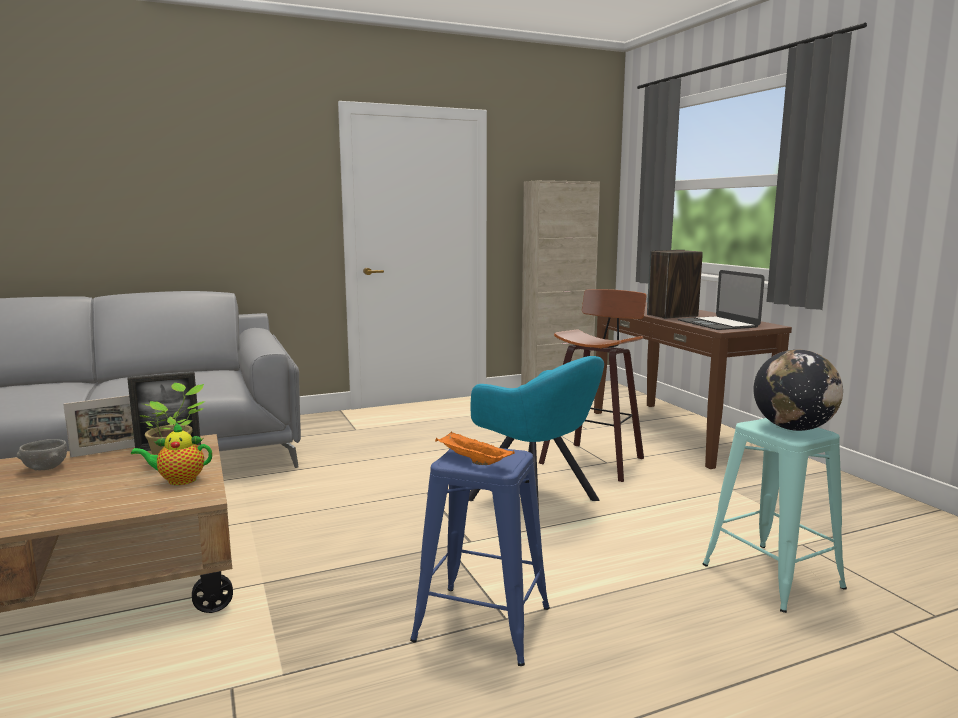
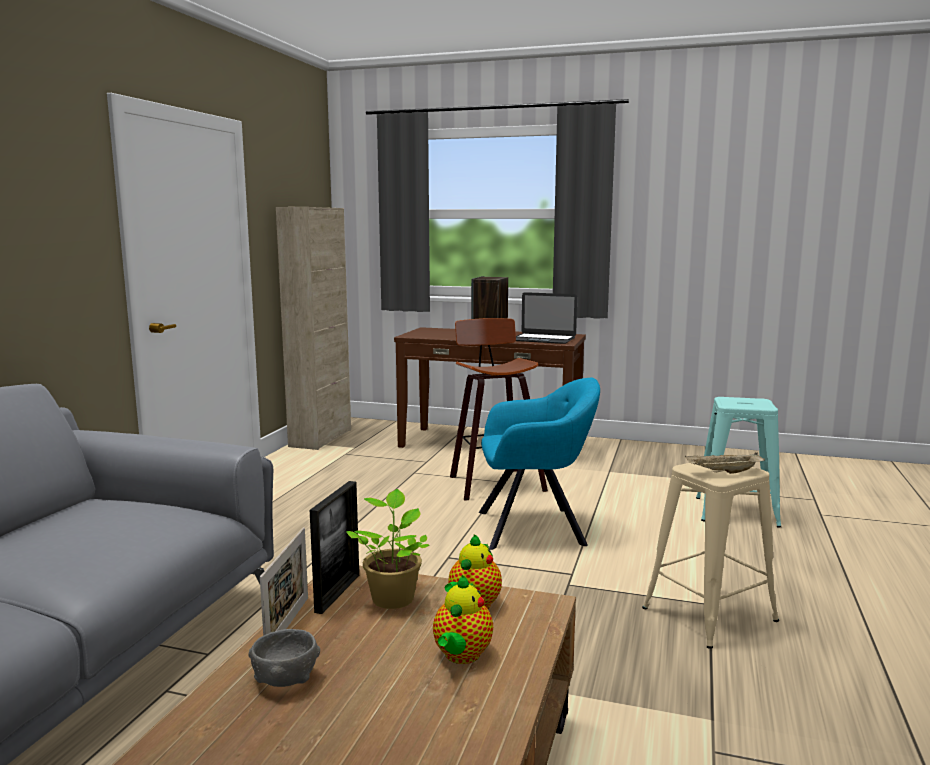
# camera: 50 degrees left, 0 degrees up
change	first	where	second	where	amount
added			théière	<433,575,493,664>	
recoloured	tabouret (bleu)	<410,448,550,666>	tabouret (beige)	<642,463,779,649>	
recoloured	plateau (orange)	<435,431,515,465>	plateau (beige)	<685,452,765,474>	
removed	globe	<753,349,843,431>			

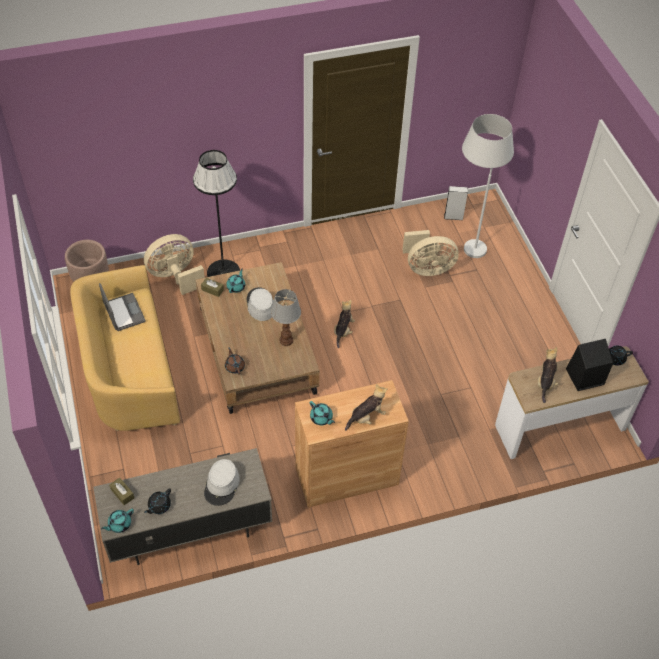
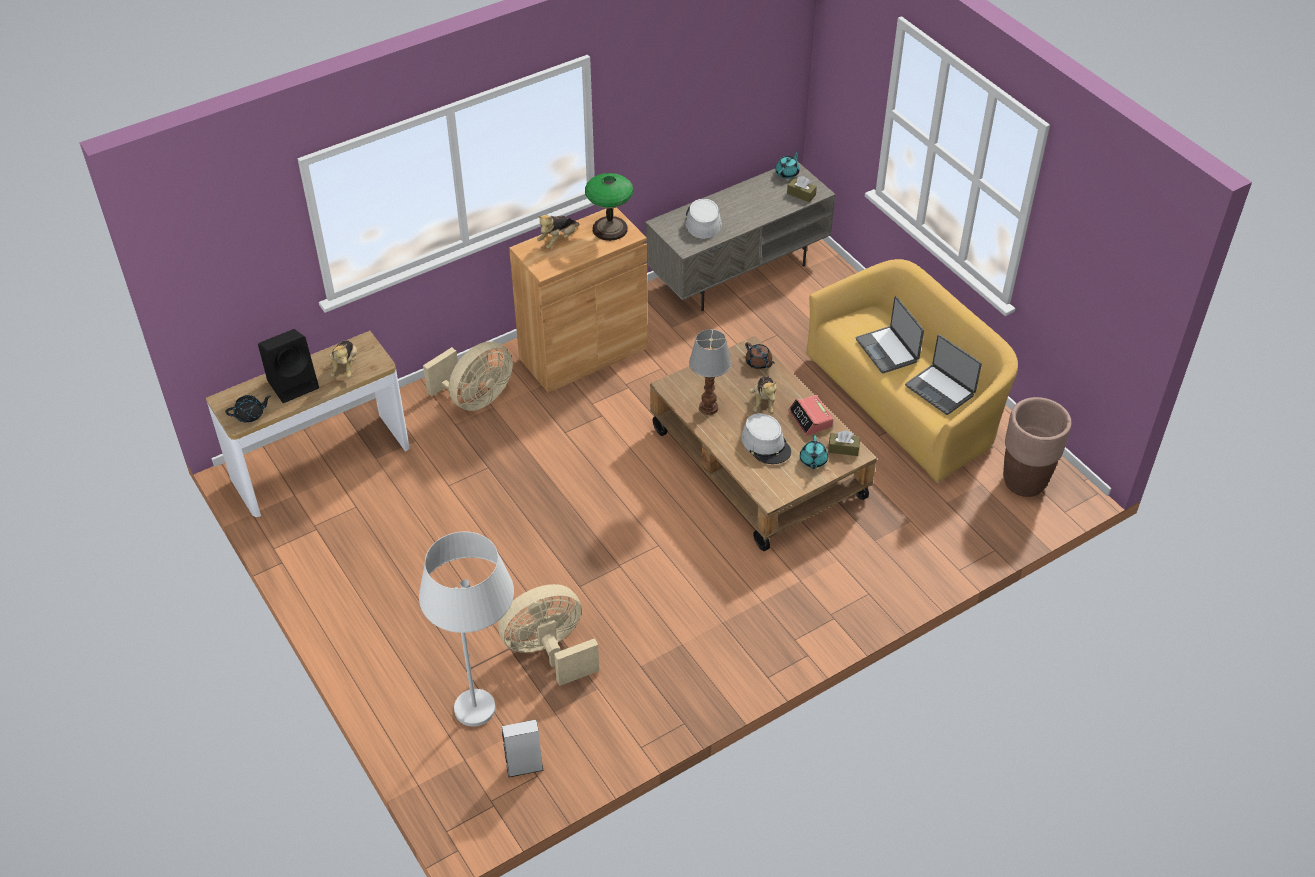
# camera: 165 degrees right, 5 degrees down
change	first	where	second	where	amount
moved	ventilateur (beige)	<144,234,205,295>		<423,342,513,411>	
replaced	théière (turquoise)	<310,401,335,425>	lampe de table	<585,173,633,241>	
moved	peluche	<334,300,355,348>		<749,376,777,414>	
added			réveil	<788,395,833,436>	
added			ordinateur portable	<856,296,924,374>	
removed	théière (noir)	<144,488,171,514>			
removed	lampadaire (noir)	<193,150,240,277>			

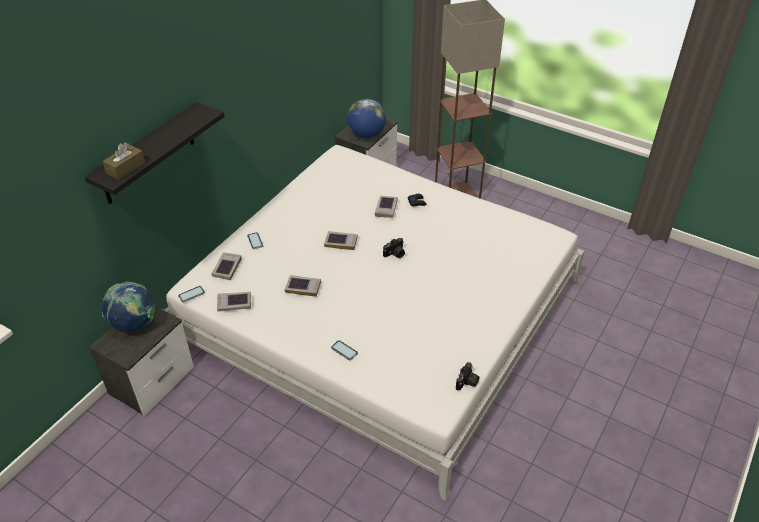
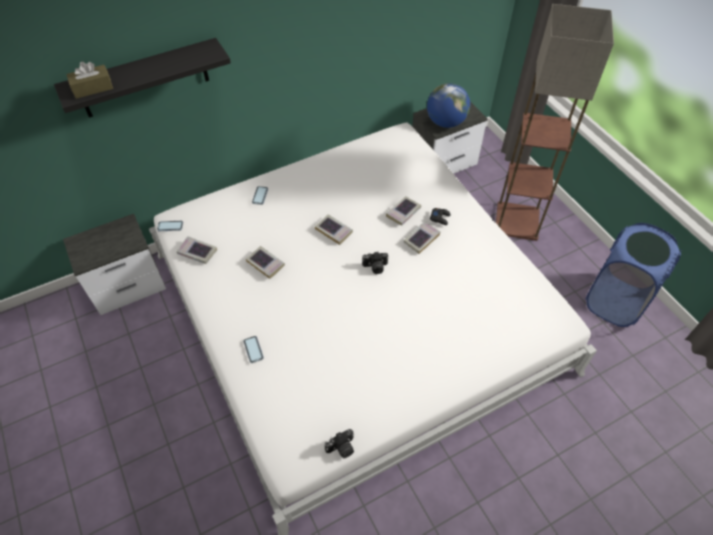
# camera: 30 degrees right, 10 degrees up
change	first	where	second	where	amount
moved	livre	<212,253,242,280>		<403,222,440,254>	
added			panier à linge (bleu)	<585,223,681,327>	
removed	globe	<102,281,155,332>			

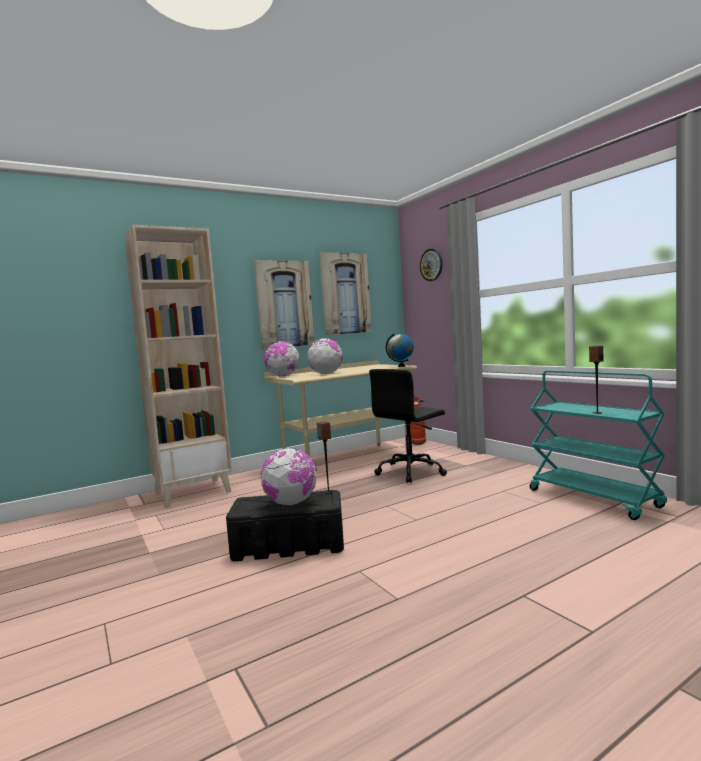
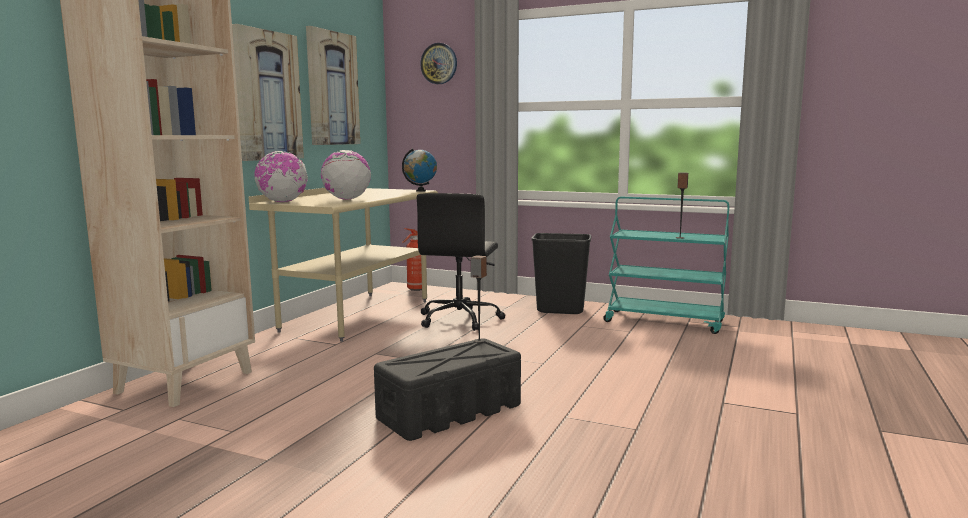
# camera: 35 degrees left, 5 degrees up
change	first	where	second	where	amount
added			poubelle (noir)	<531,233,591,314>	
removed	globe	<260,448,317,505>			

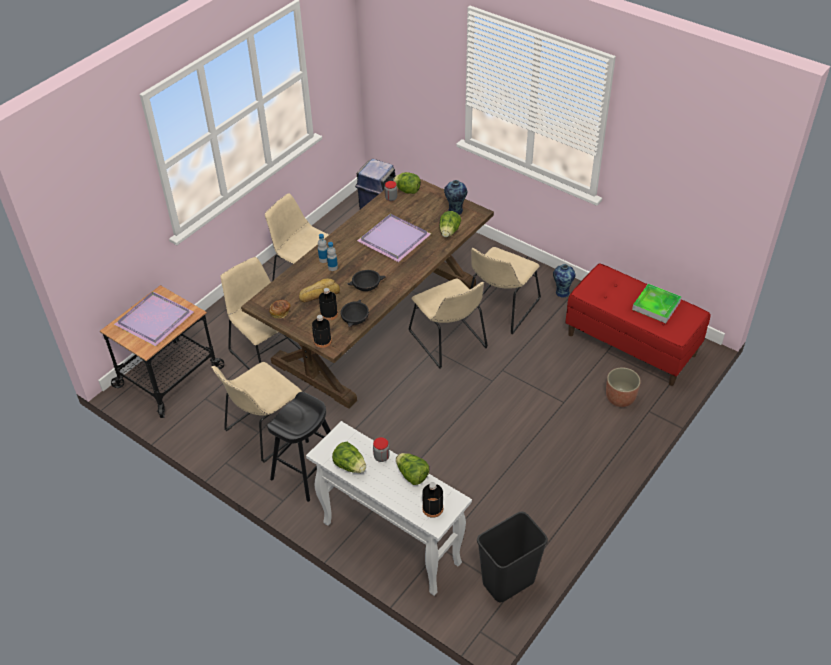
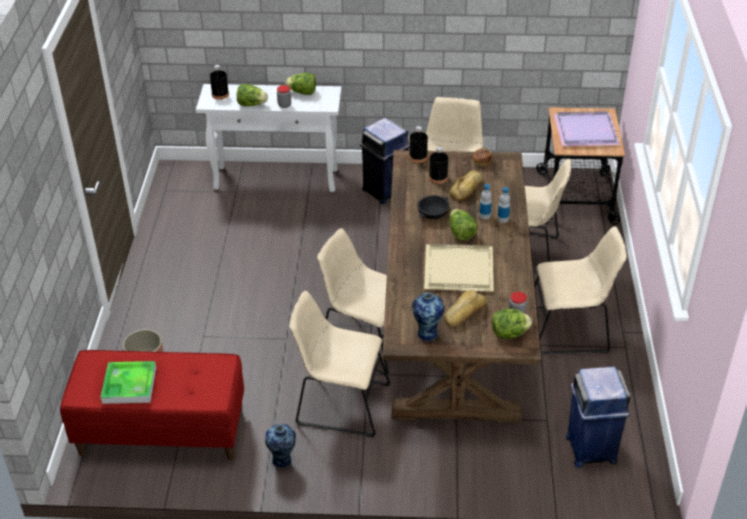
# camera: 145 degrees right, 5 degrees down
change	first	where	second	where	amount
turned	chaise (beige)	<470,247,541,335>		<289,290,391,437>	75 degrees counterclockwise
replaced	tabouret (noir)	<267,392,331,502>	poubelle (bleu)	<360,118,410,204>	
recoloured	plateau (violet)	<357,214,431,262>	plateau (beige)	<424,244,494,292>	
added			pain	<444,290,487,327>	
moved	laitue	<439,211,461,237>		<449,209,478,240>	
removed	bol (noir)	<341,300,369,327>			
removed	poubelle (noir)	<477,512,548,602>			

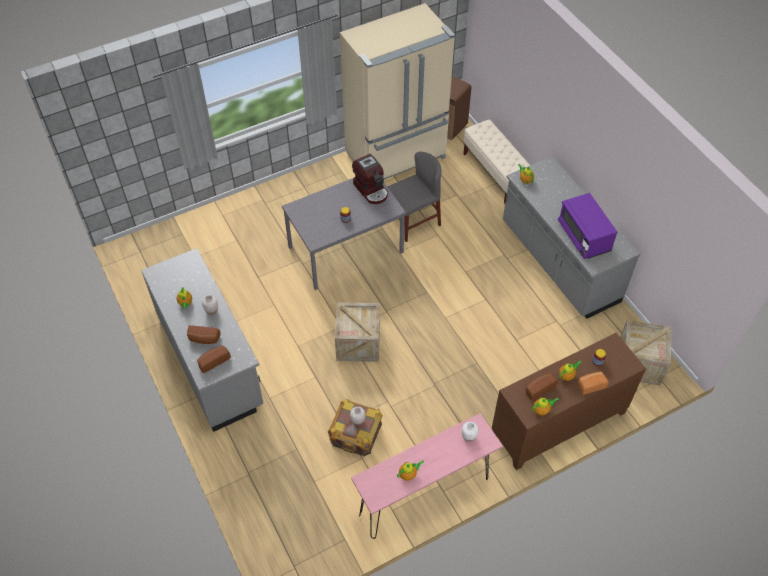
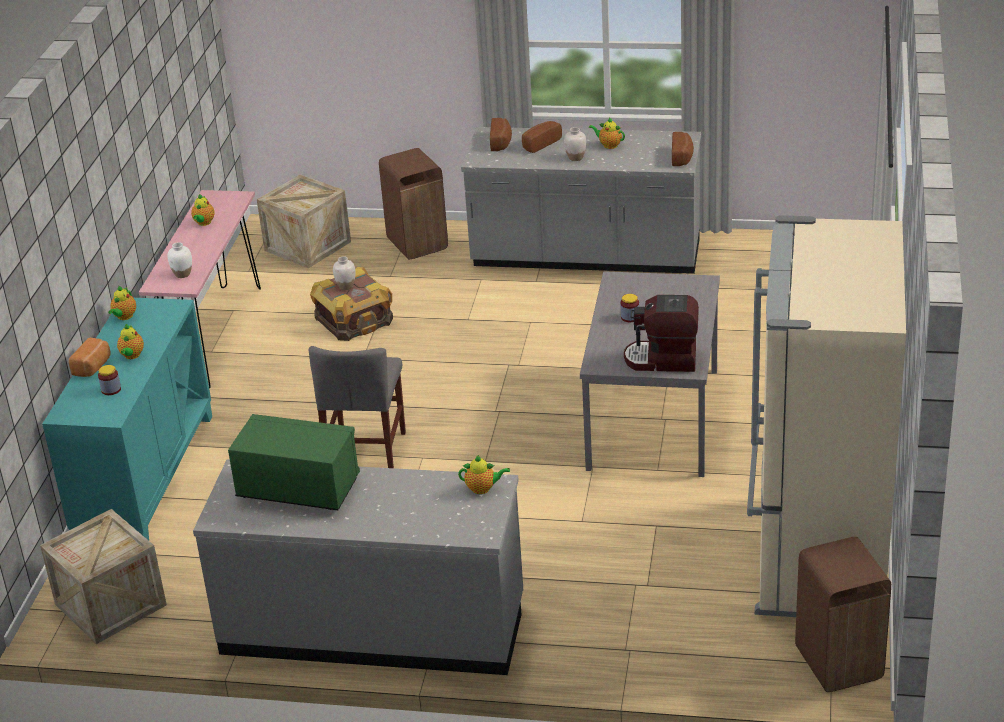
# camera: 130 degrees right, 20 degrees down
change	first	where	second	where	amount
recoloured	meuble de rangement (marron)	<492,333,646,470>	meuble de rangement (turquoise)	<42,298,212,540>	
recoloured	micro-ondes (violet)	<558,193,617,259>	micro-ondes (vert)	<228,414,360,510>	
moved	caisse	<335,302,380,362>		<257,174,351,268>	
moved	chaise (gris)	<387,152,441,242>		<309,346,406,468>	
added			poubelle (marron)	<379,148,448,259>	
moved	pain	<526,373,558,401>		<672,132,694,166>	
removed	banc (beige)	<463,120,530,204>			

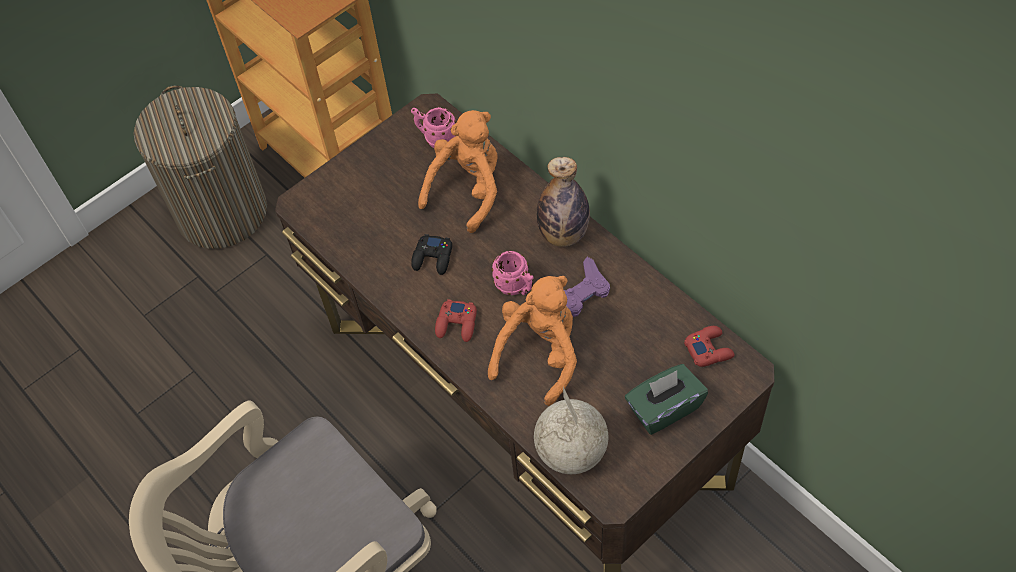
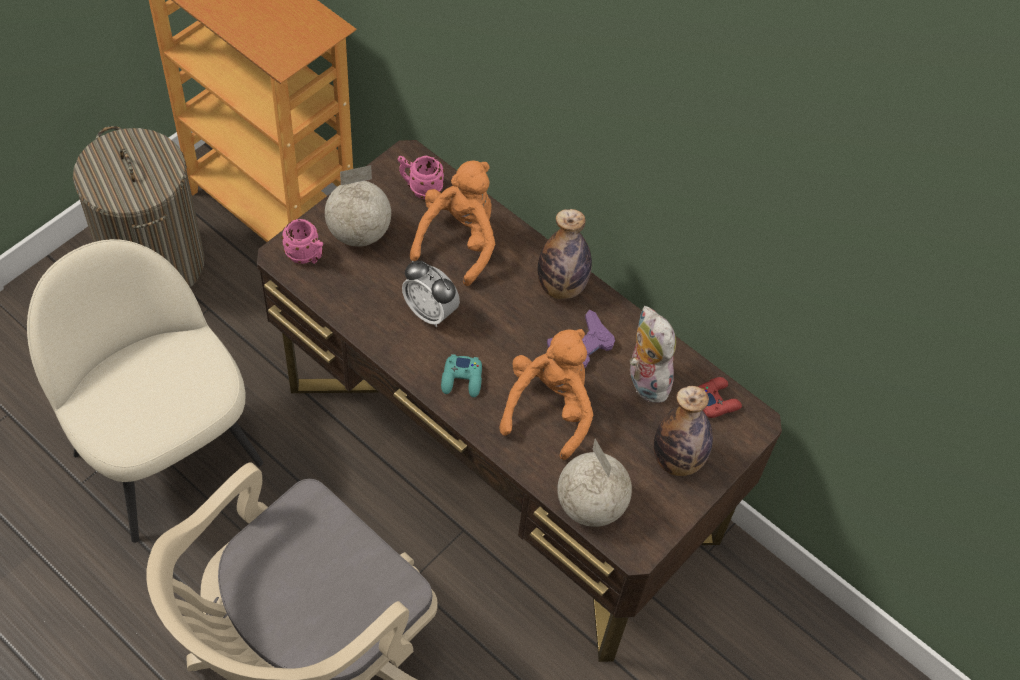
# camera: 15 degrees left, 0 degrees up
change	first	where	second	where	amount
added			chaise (beige)	<27,239,263,543>	
moved	mug (rose)	<491,251,533,295>		<282,219,323,264>	
added			globe	<325,165,391,247>	
replaced	manette (noir)	<411,234,452,275>	réveil	<402,261,460,327>	
recoloured	manette (rouge)	<435,299,477,342>	manette (turquoise)	<441,354,482,398>	
added			peluche	<630,306,676,403>	
replaced	boîte à mouchoirs (vert)	<625,364,708,435>	bouteille	<654,386,713,476>	

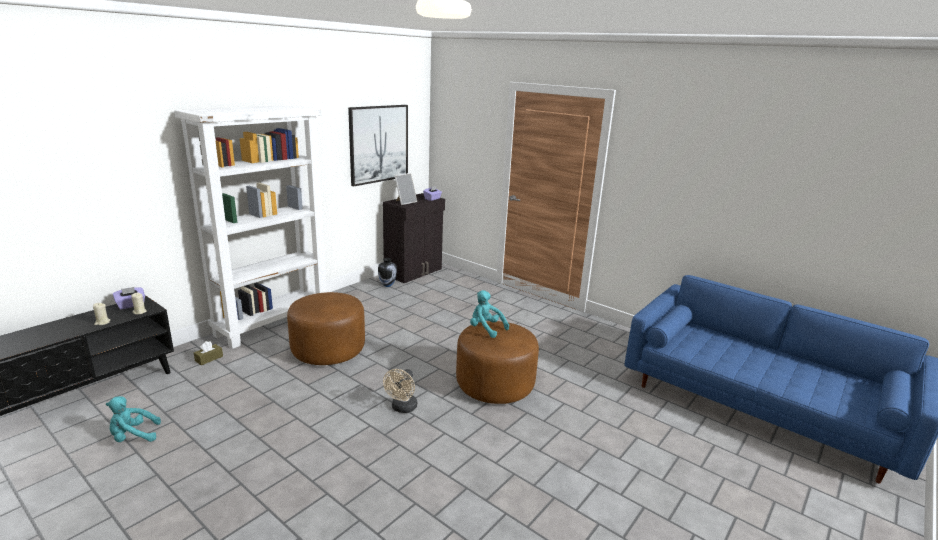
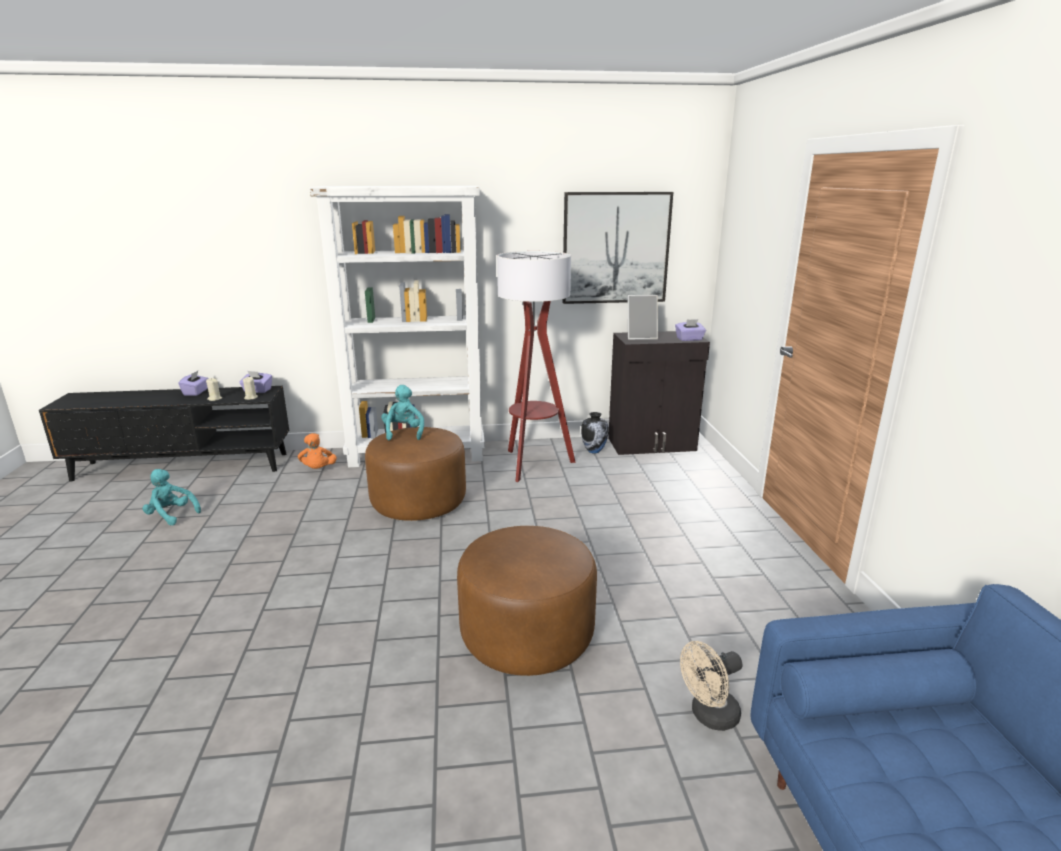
# camera: 45 degrees right, 0 degrees up
change	first	where	second	where	amount
added			boîte à mouchoirs (violet)	<178,371,209,396>	
replaced	boîte à mouchoirs (marron)	<194,341,223,365>	peluche (orange)	<298,433,337,469>	
moved	peluche (turquoise)	<470,290,509,338>		<381,385,424,440>	
added			lampadaire	<497,251,576,482>	
moved	ventilateur (beige)	<383,369,417,413>		<680,641,742,731>	

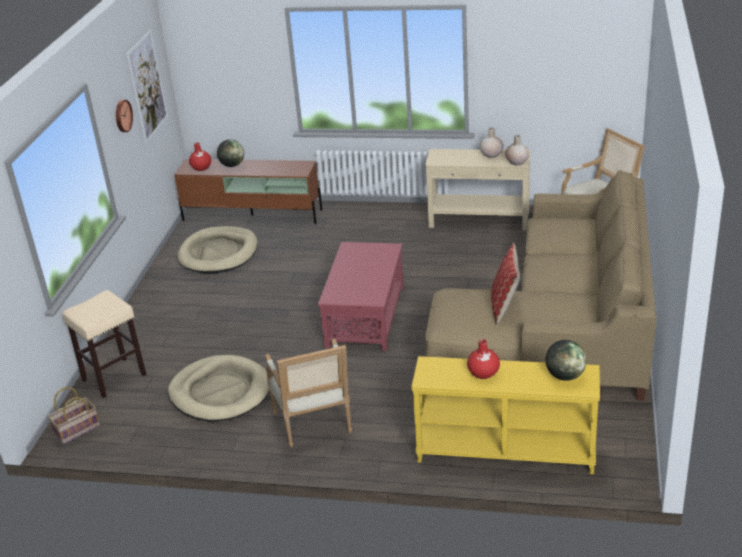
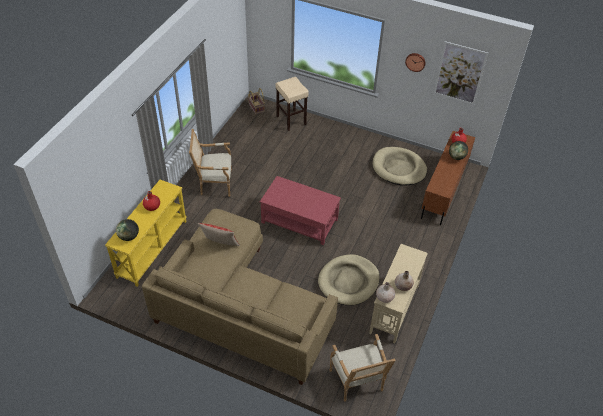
# camera: 100 degrees right, 15 degrees up
change	first	where	second	where	amount
moved	panier pour chien (beige)	<168,355,269,421>		<318,254,380,305>	

